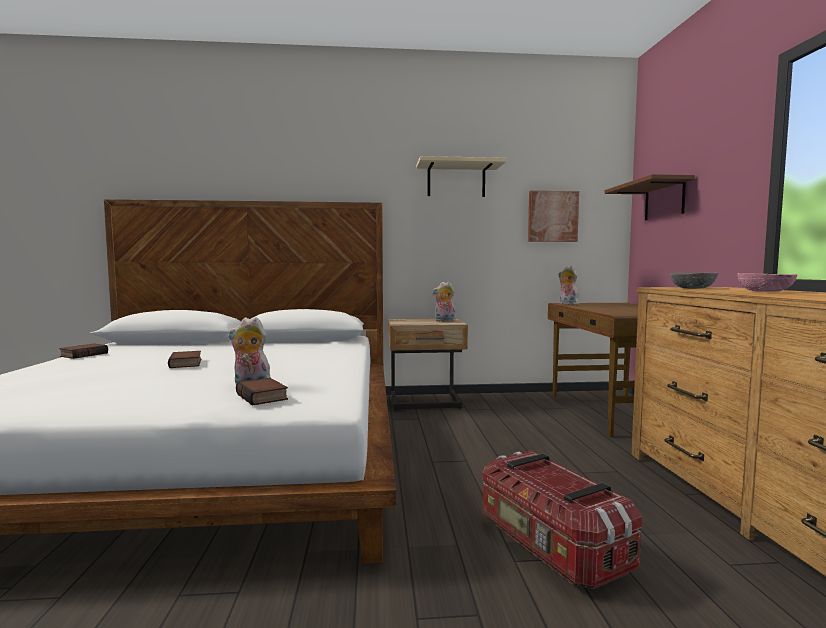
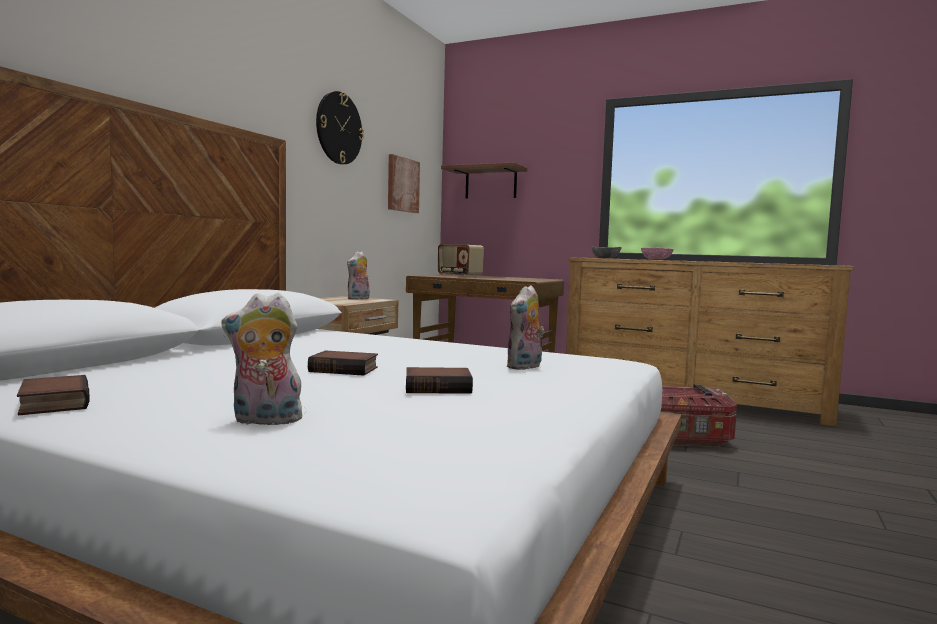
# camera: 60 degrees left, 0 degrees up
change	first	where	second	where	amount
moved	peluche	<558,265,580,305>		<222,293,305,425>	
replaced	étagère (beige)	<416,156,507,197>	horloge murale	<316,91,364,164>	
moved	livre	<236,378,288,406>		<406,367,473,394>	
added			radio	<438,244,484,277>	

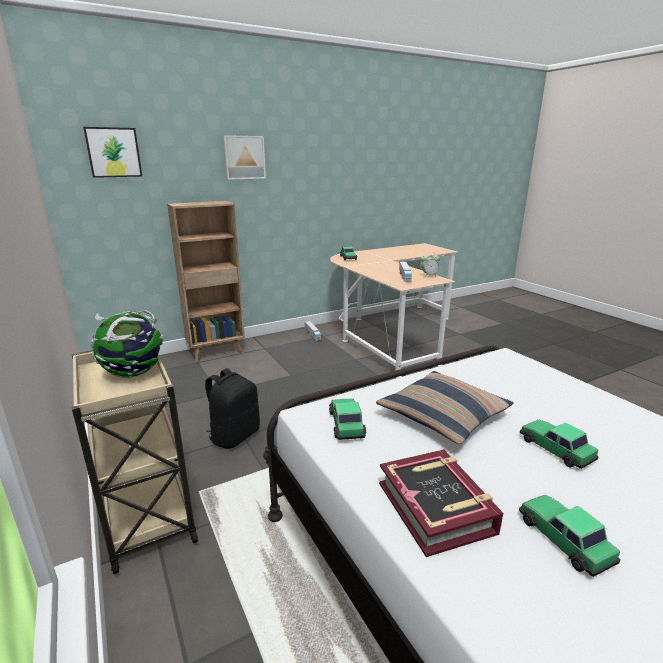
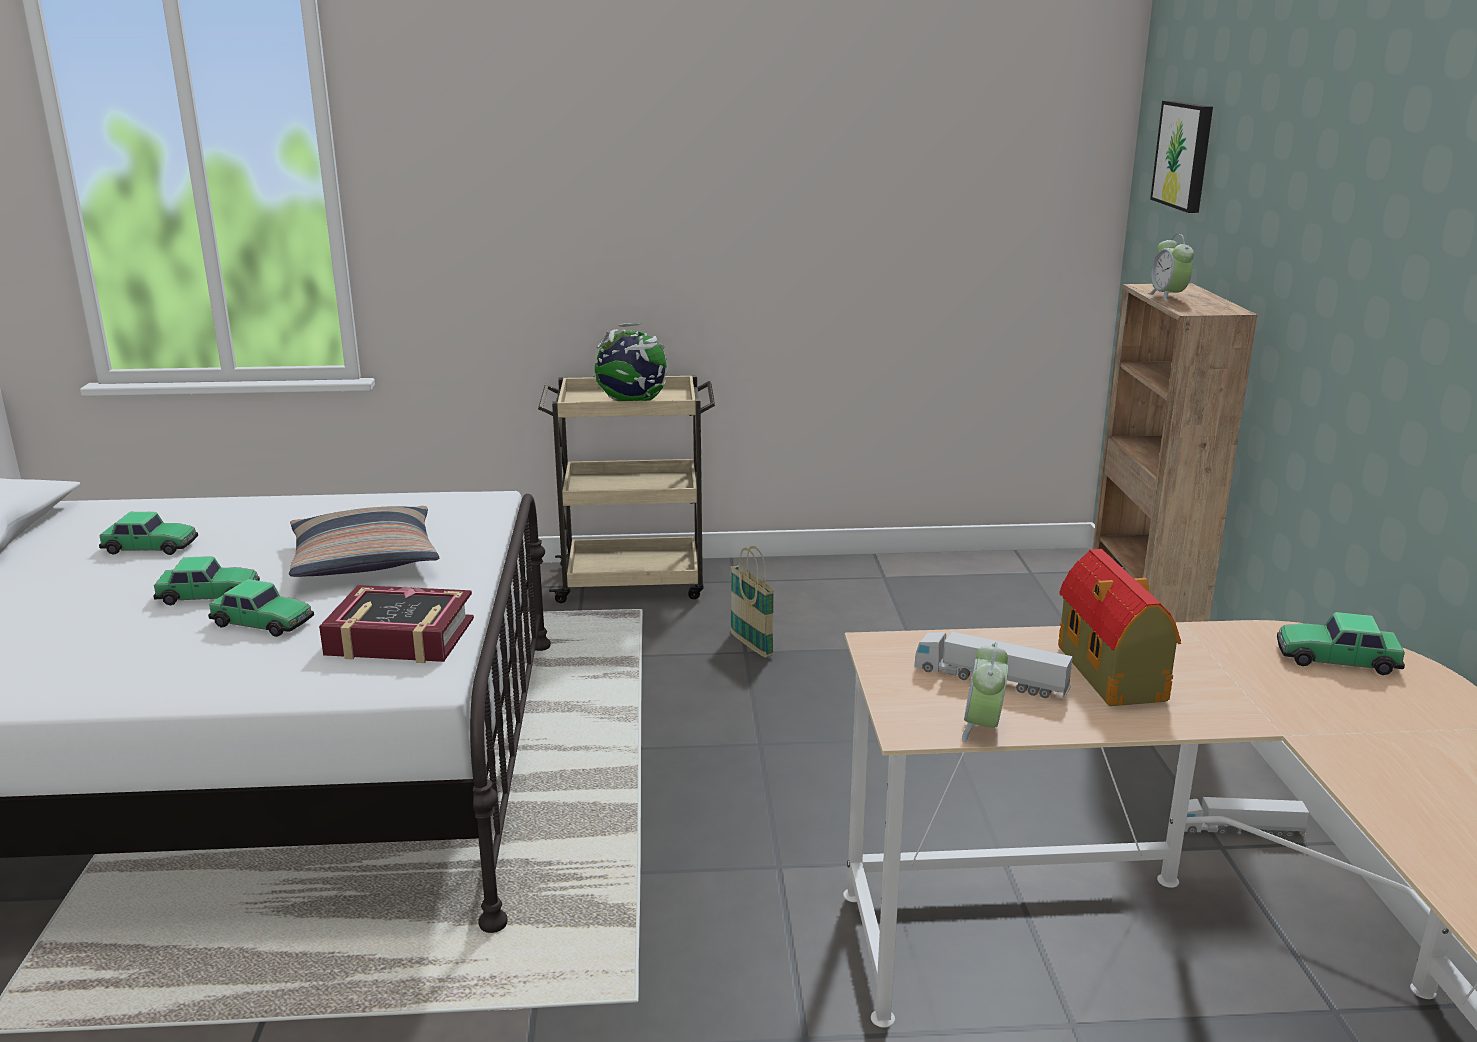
# camera: 115 degrees right, 0 degrees up
change	first	where	second	where	amount
moved	petite voiture	<329,399,366,440>		<208,579,314,637>	
moved	livre	<379,449,503,557>		<319,585,474,663>	
replaced	sac à dos (noir)	<205,368,260,449>	panier	<730,546,775,658>	
added			maison miniature	<1058,549,1181,706>	
added			réveil	<1148,234,1194,302>	
removed	tableau	<223,135,266,180>			

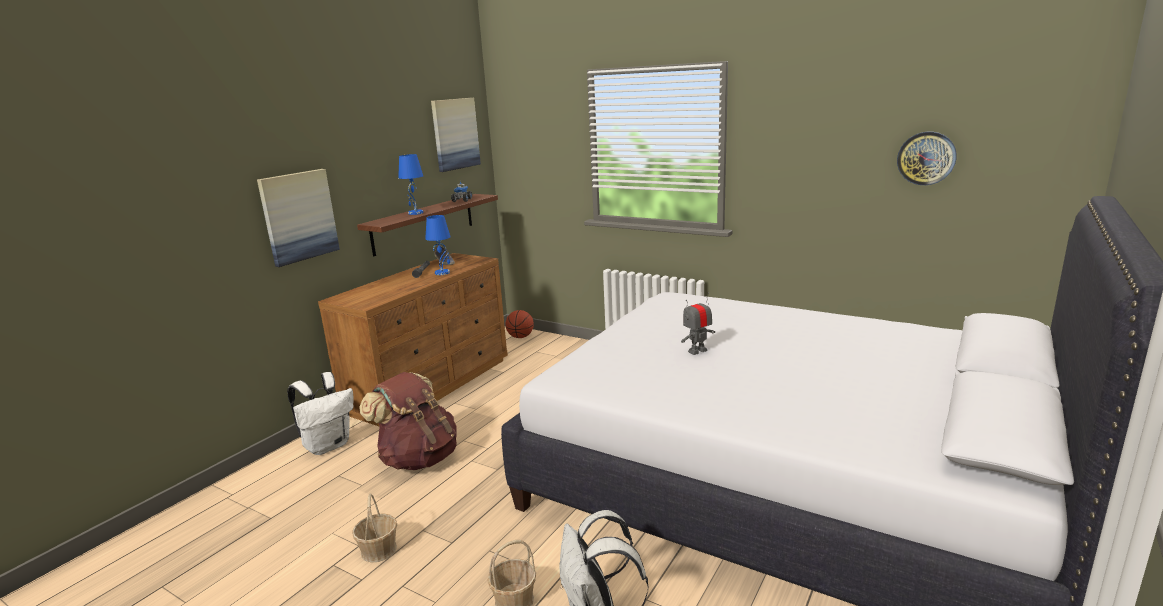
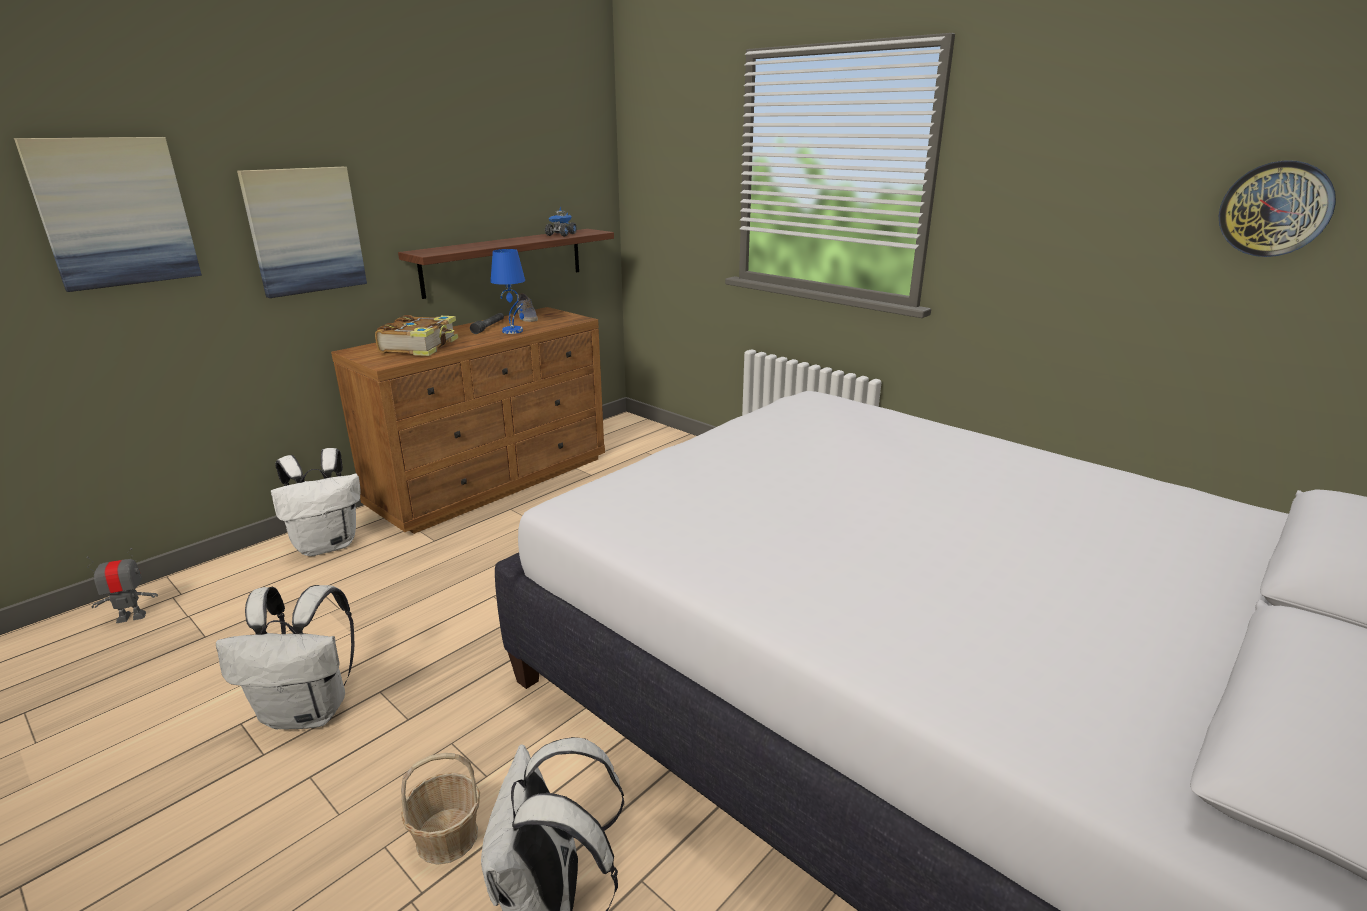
# camera: 10 degrees right, 5 degrees up
change	first	where	second	where	amount
moved	tableau	<431,98,481,172>		<14,137,202,292>	
moved	robot jouet	<681,292,715,355>		<87,548,158,623>	
replaced	panier	<352,493,397,563>	sac à dos (blanc)	<216,585,354,729>	
added			livre	<375,315,458,356>	
removed	sac à dos (marron)	<359,372,456,470>			
removed	lampe de table (bleu)	<398,154,423,215>			
removed	ballon de basket	<505,310,534,338>			

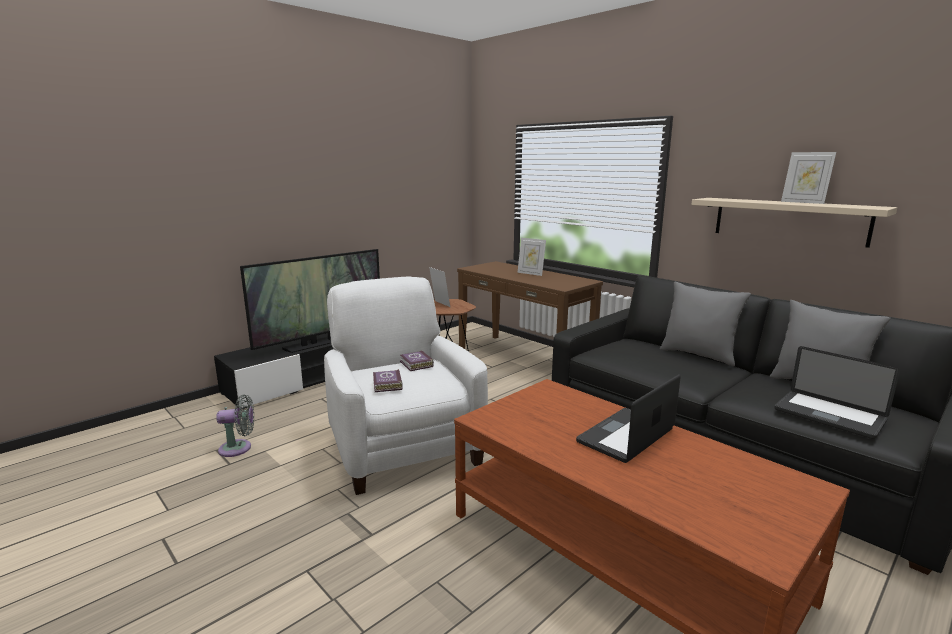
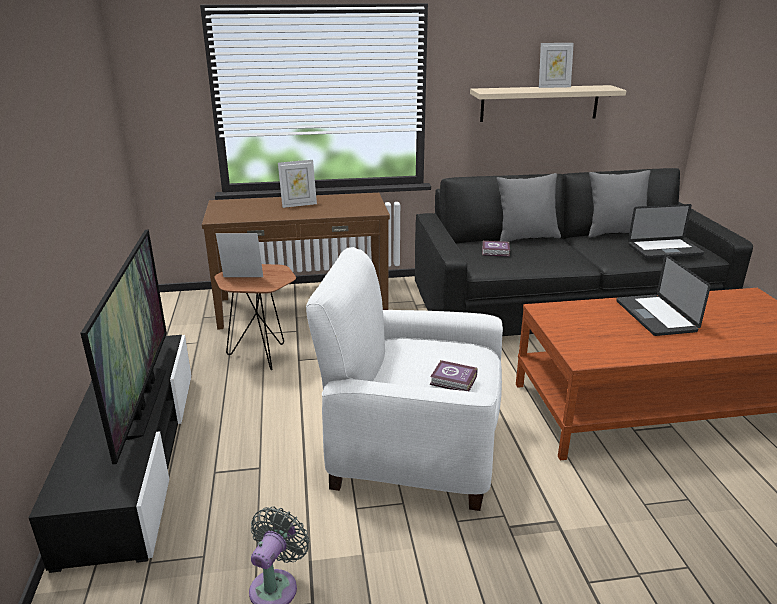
# camera: 55 degrees left, 10 degrees up
change	first	where	second	where	amount
moved	livre	<400,350,434,371>		<482,241,510,257>	

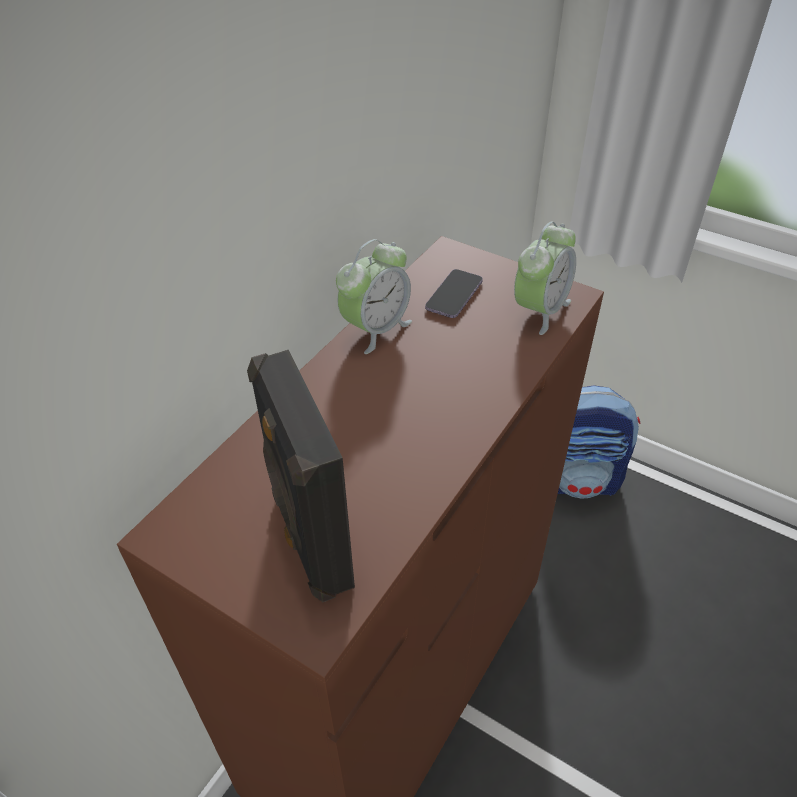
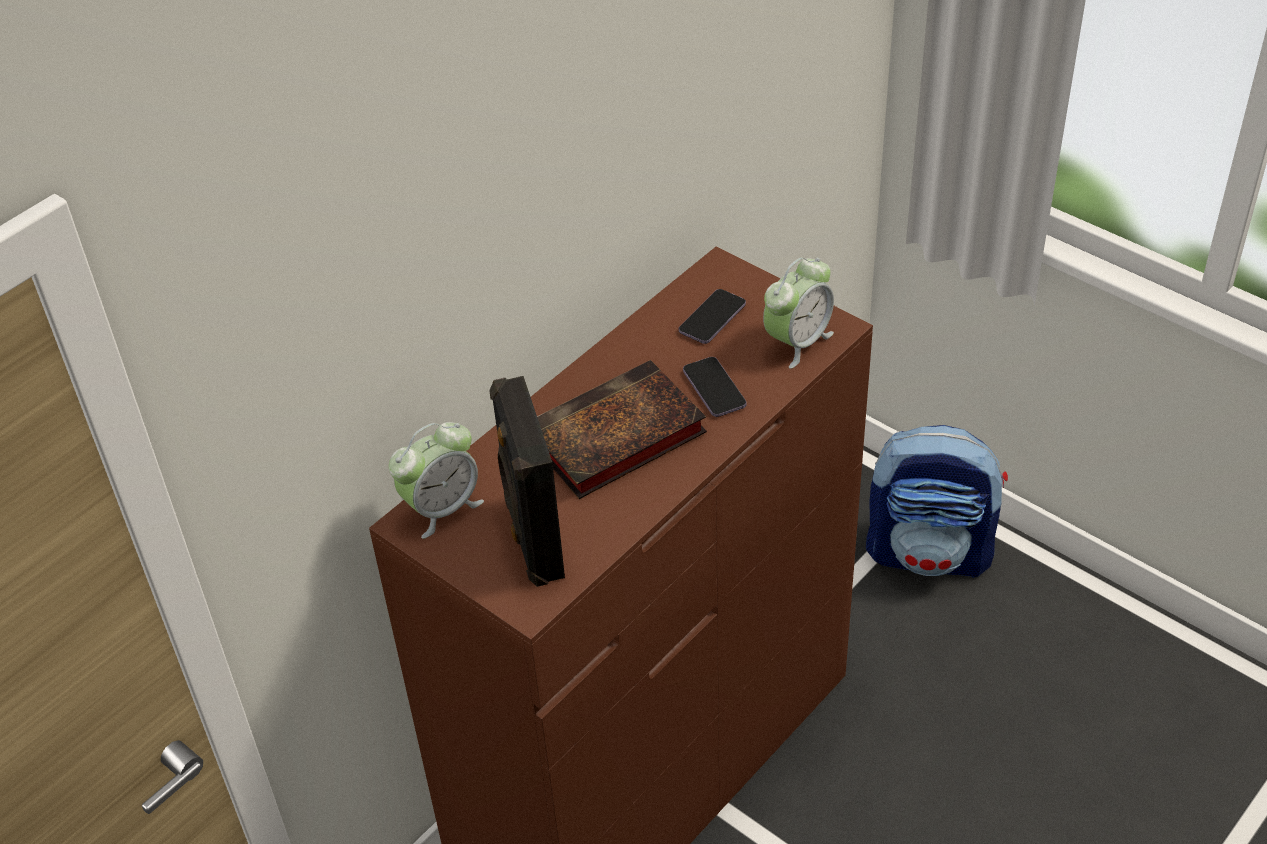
# camera: 10 degrees right, 0 degrees up
change	first	where	second	where	amount
moved	réveil	<336,239,412,354>		<389,422,484,539>	
added			livre	<537,360,707,499>	
added			téléphone	<683,357,746,417>	

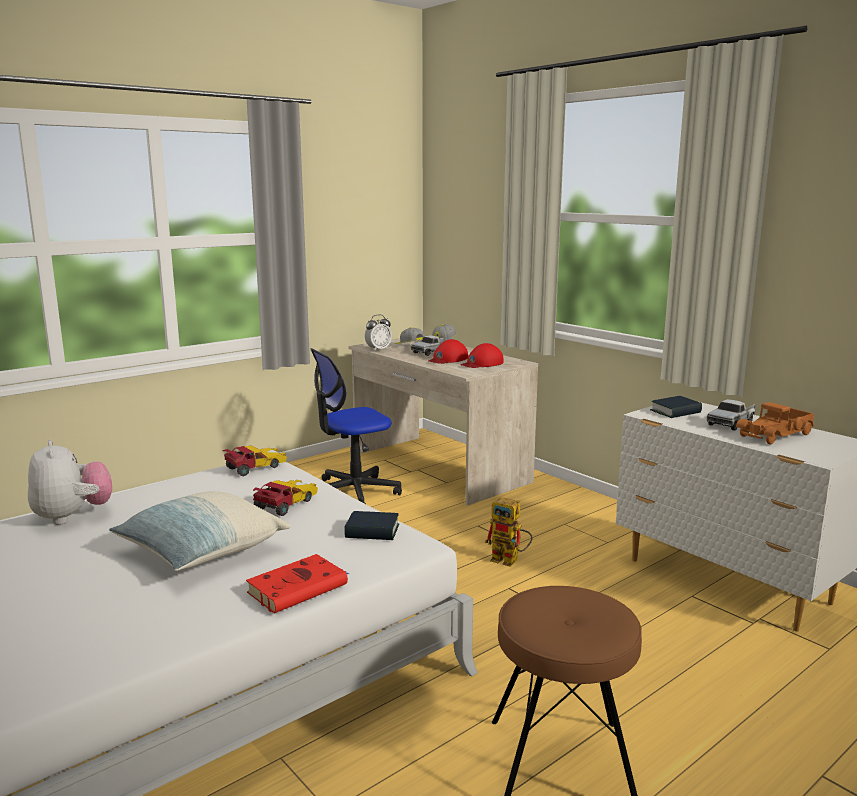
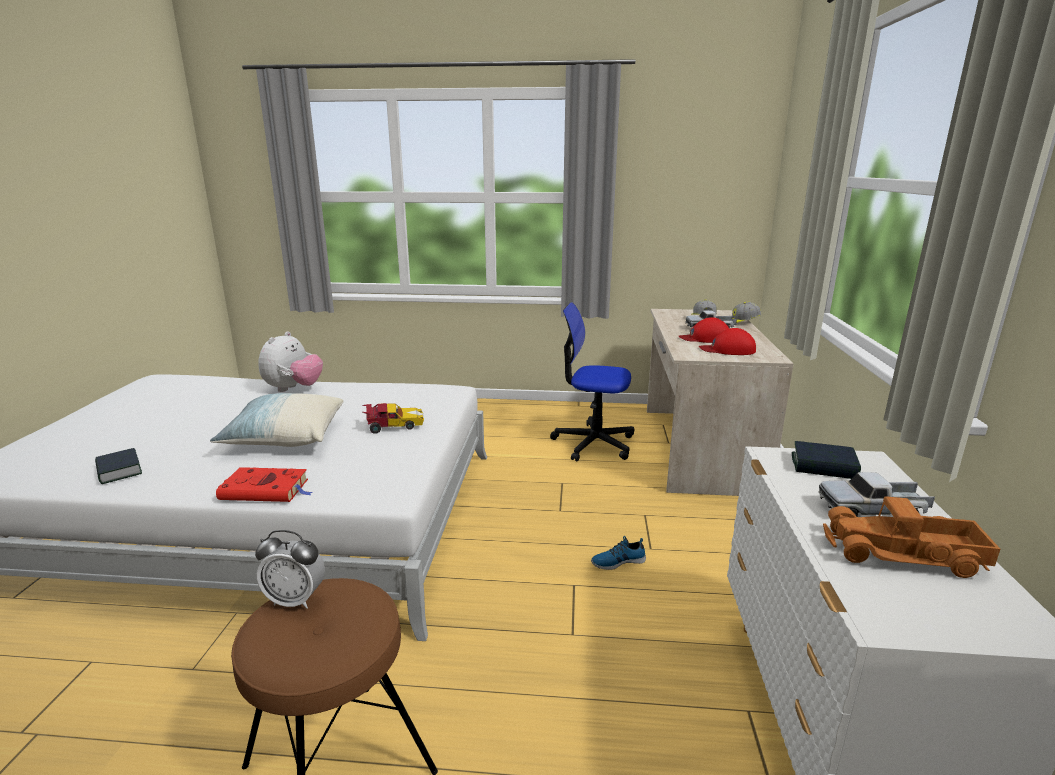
# camera: 45 degrees right, 5 degrees up
change	first	where	second	where	amount
moved	livre	<344,511,399,540>		<95,448,142,484>	
moved	réveil	<365,315,392,351>		<255,530,325,609>	
replaced	robot jouet	<485,497,533,567>	chaussure	<591,536,646,570>	
removed	petite voiture	<222,446,287,476>			

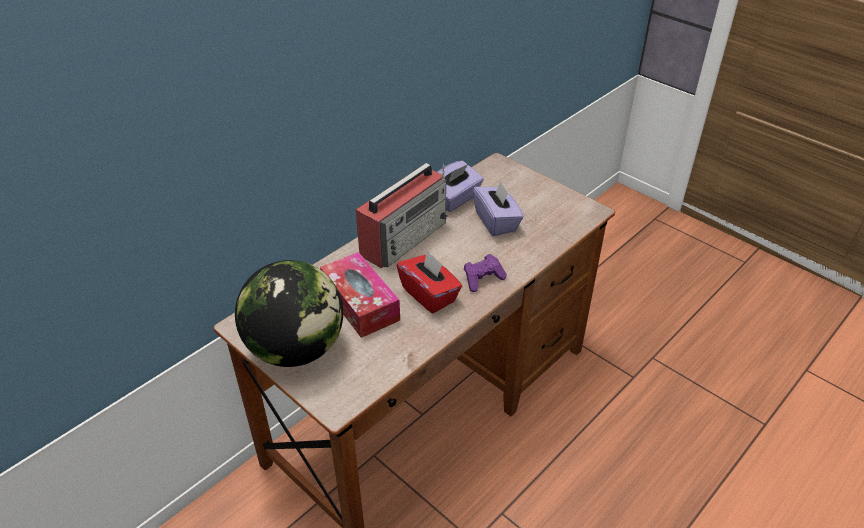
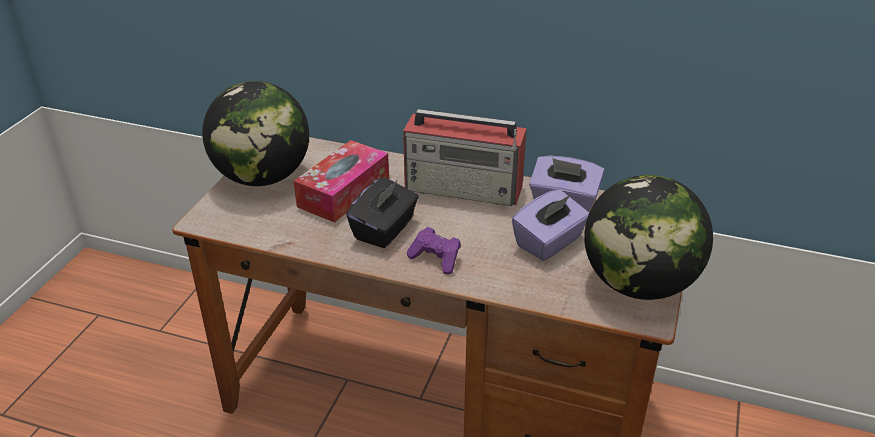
# camera: 65 degrees right, 5 degrees down
change	first	where	second	where	amount
recoloured	boîte à mouchoirs (rouge)	<397,250,462,313>	boîte à mouchoirs (noir)	<346,177,418,248>	
added			globe	<584,175,713,300>	

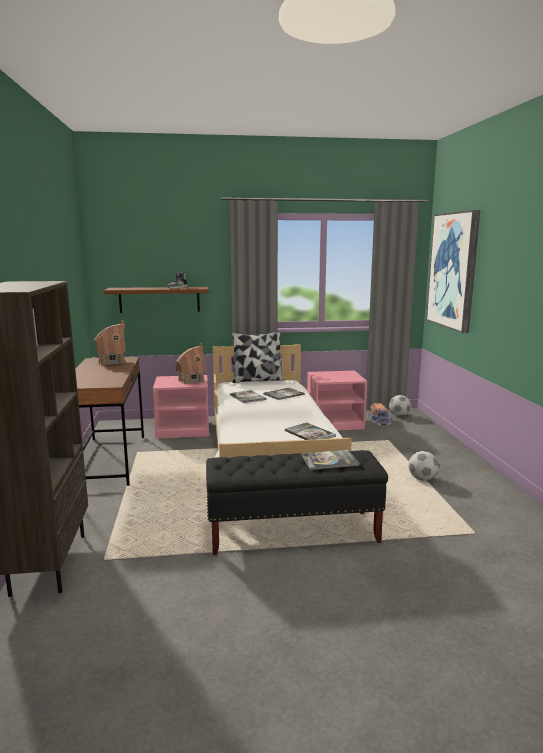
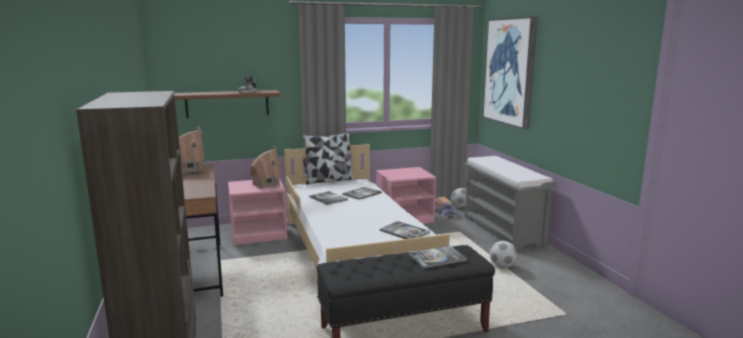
# camera: 10 degrees left, 0 degrees up
change	first	where	second	where	amount
added			banc (gris)	<465,156,556,250>	

